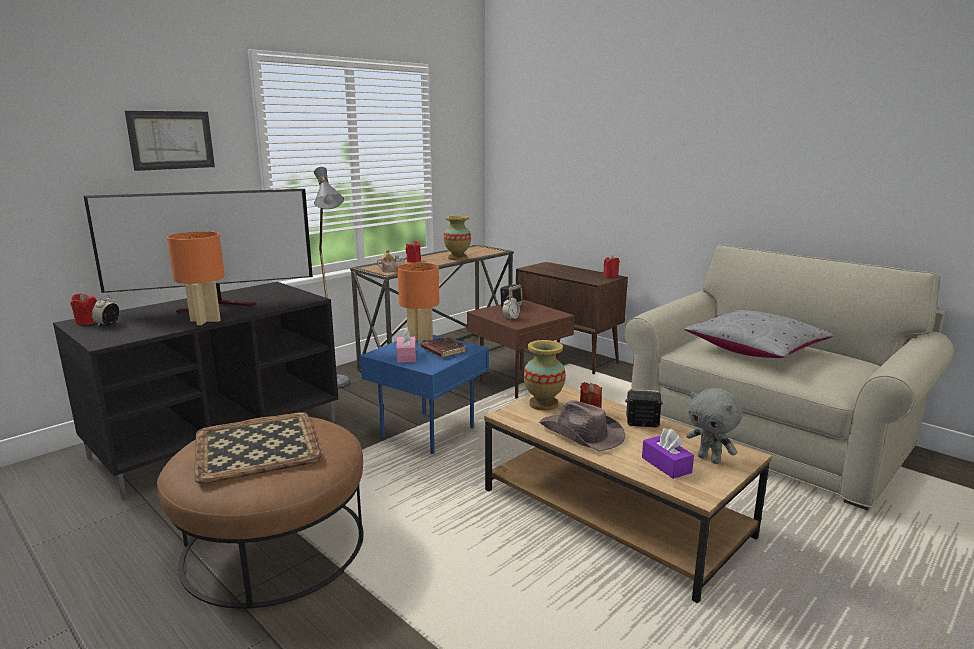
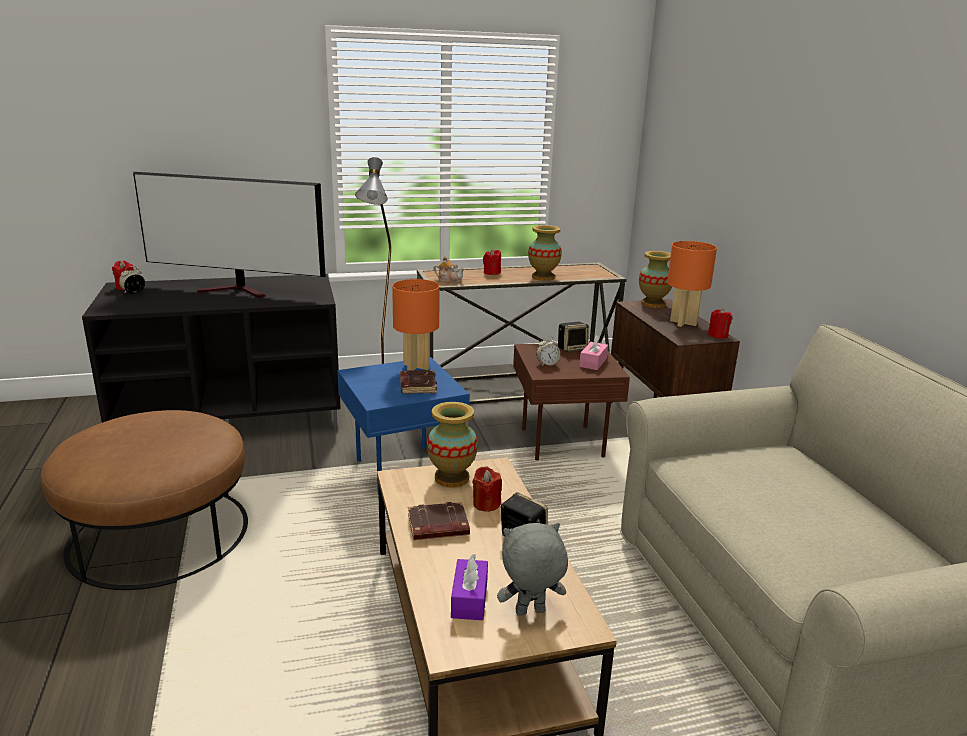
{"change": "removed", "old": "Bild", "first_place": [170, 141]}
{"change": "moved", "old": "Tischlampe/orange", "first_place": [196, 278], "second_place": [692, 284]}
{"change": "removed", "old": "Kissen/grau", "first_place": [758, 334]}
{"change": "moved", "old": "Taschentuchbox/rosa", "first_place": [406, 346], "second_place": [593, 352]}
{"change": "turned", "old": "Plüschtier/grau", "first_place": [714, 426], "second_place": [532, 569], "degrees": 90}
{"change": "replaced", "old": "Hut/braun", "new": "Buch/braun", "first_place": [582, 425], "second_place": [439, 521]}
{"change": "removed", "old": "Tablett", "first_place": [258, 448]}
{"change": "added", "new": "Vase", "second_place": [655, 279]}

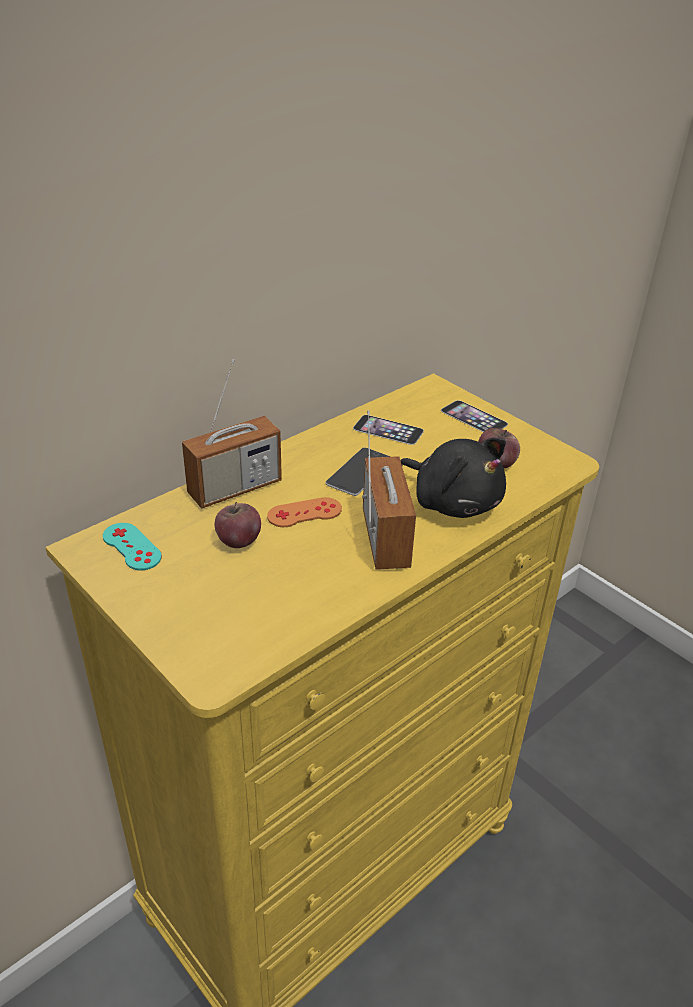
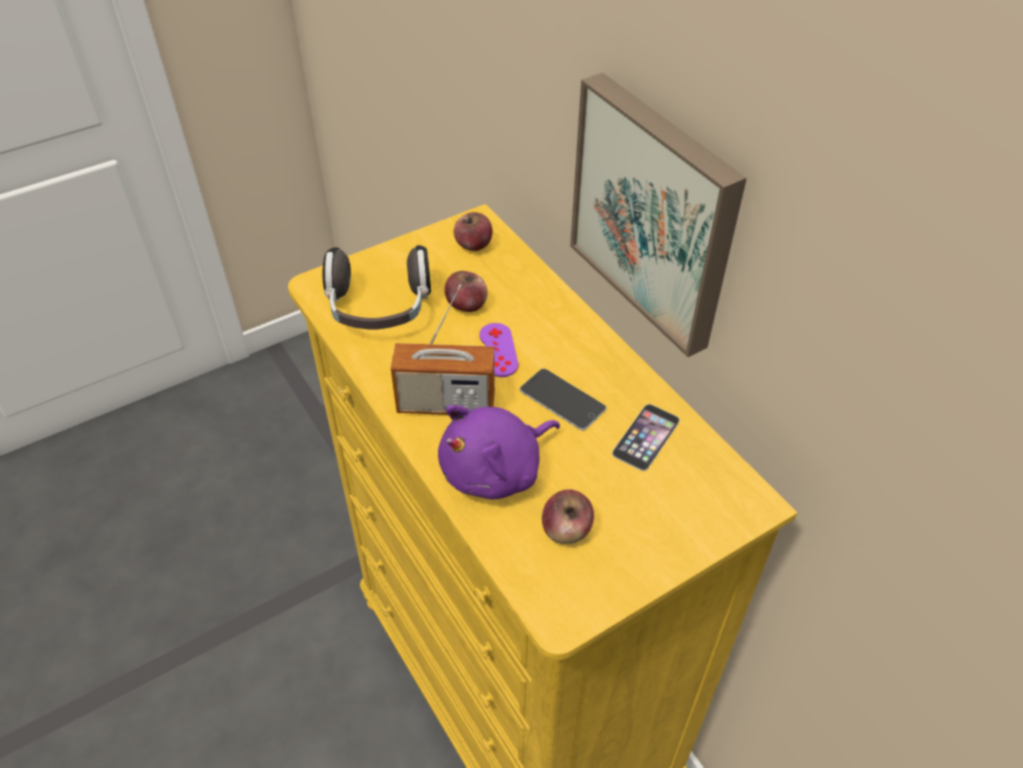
{"change": "removed", "old": "Radio", "first_place": [232, 433]}
{"change": "removed", "old": "Handy", "first_place": [474, 416]}
{"change": "recoloured", "old": "Plüschtier/schwarz", "new": "Plüschtier/lila", "first_place": [453, 477], "second_place": [499, 452]}
{"change": "recoloured", "old": "Gamepad/orange", "new": "Gamepad/lila", "first_place": [304, 512], "second_place": [498, 350]}
{"change": "replaced", "old": "Gamepad/türkis", "new": "Apfel", "first_place": [132, 547], "second_place": [473, 231]}
{"change": "added", "new": "Bild", "second_place": [658, 215]}
{"change": "added", "new": "Kopfhörer", "second_place": [377, 287]}

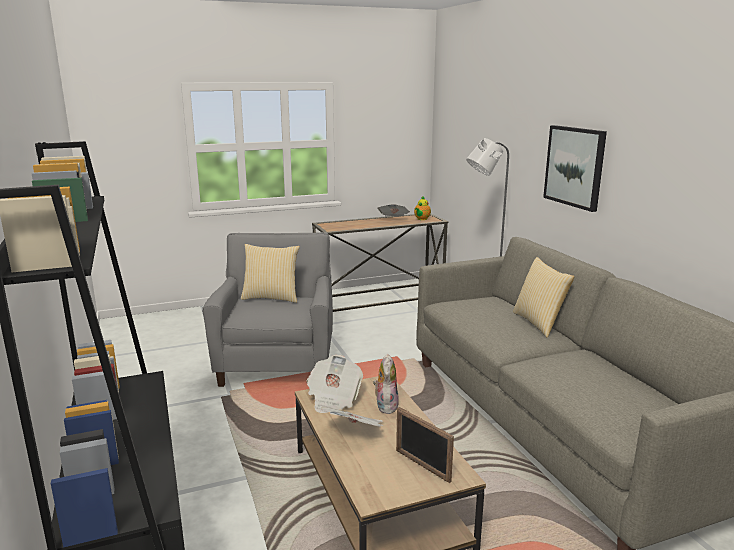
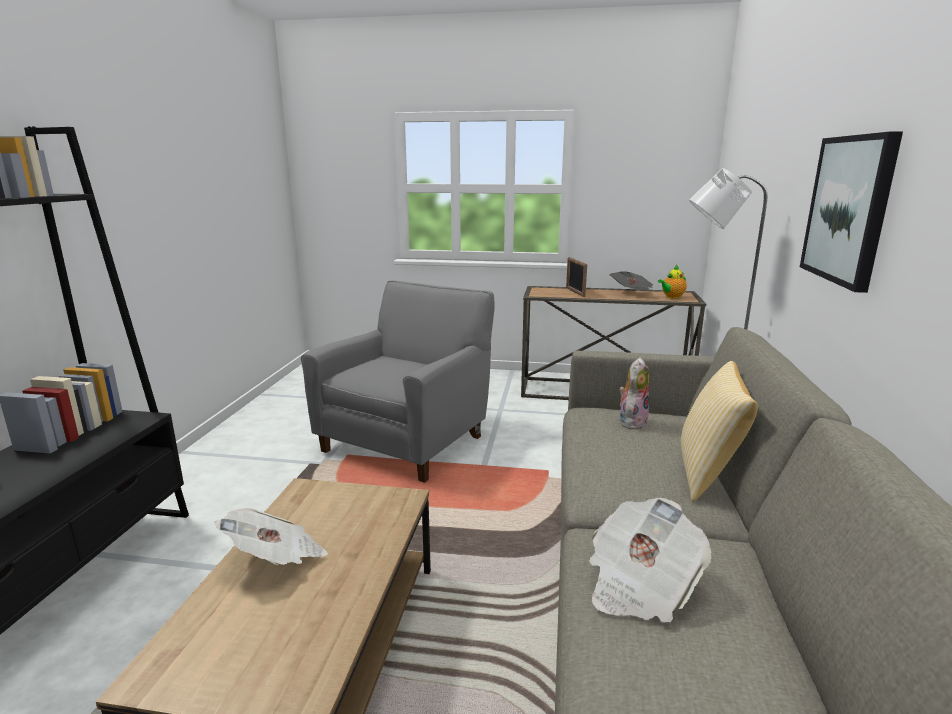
{"change": "removed", "old": "Kissen", "first_place": [270, 273]}
{"change": "moved", "old": "Plüschtier", "first_place": [386, 384], "second_place": [634, 393]}
{"change": "moved", "old": "Zeitung", "first_place": [335, 384], "second_place": [650, 560]}
{"change": "moved", "old": "Bilderrahmen", "first_place": [425, 445], "second_place": [576, 277]}

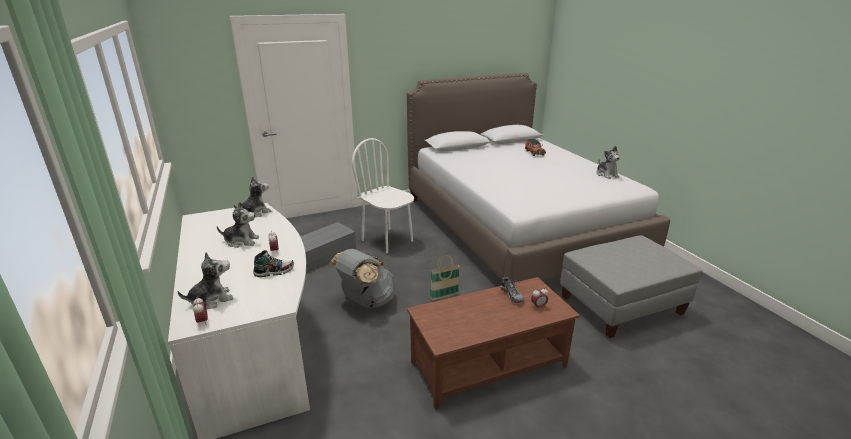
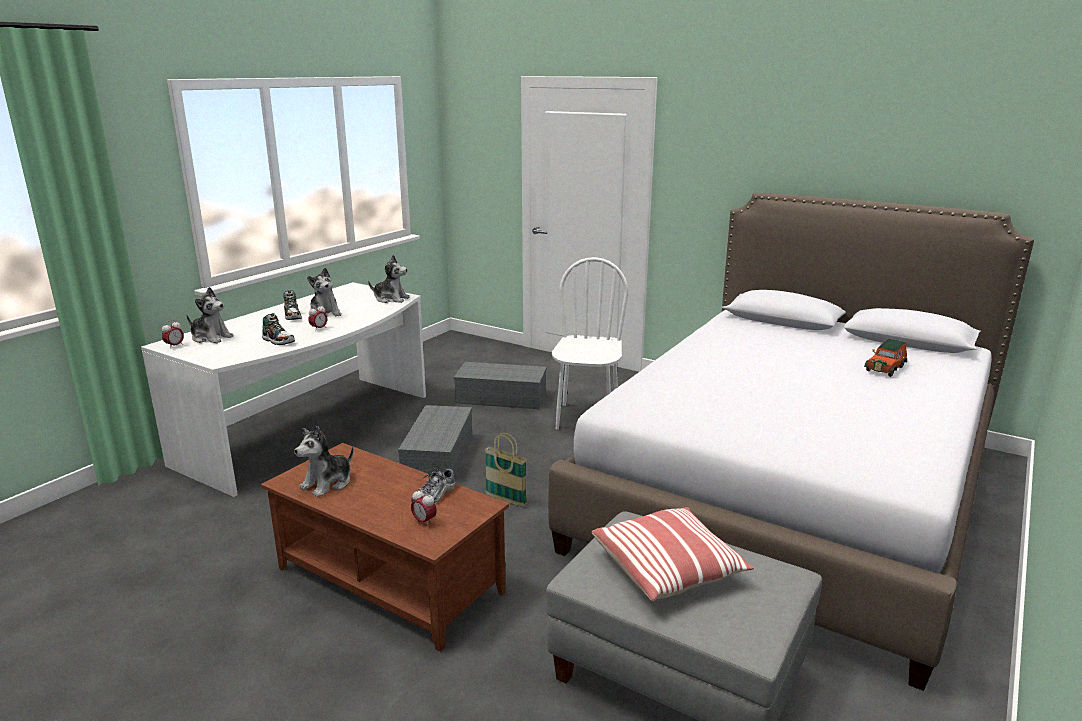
{"change": "moved", "old": "Plüschtier", "first_place": [608, 162], "second_place": [324, 461]}
{"change": "replaced", "old": "Rucksack/grau", "new": "Aufbewahrungsbox/grau", "first_place": [362, 278], "second_place": [435, 441]}
{"change": "added", "new": "Schuh", "second_place": [292, 305]}
{"change": "added", "new": "Kissen", "second_place": [673, 554]}

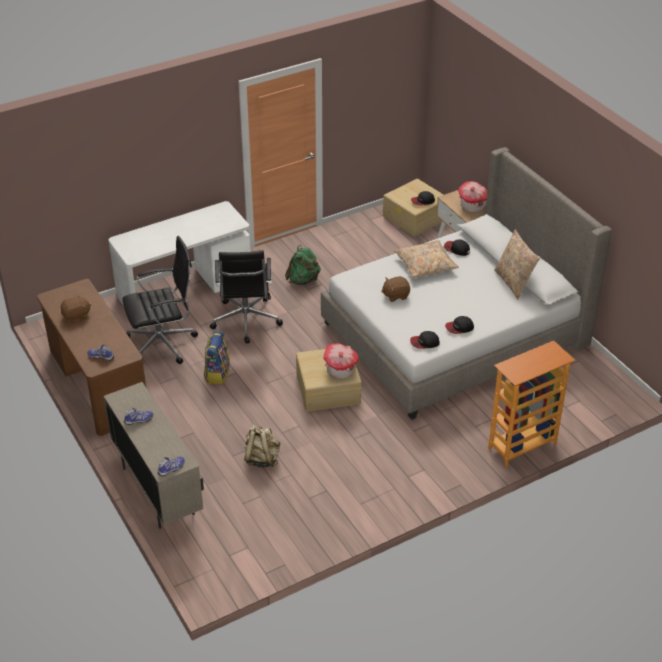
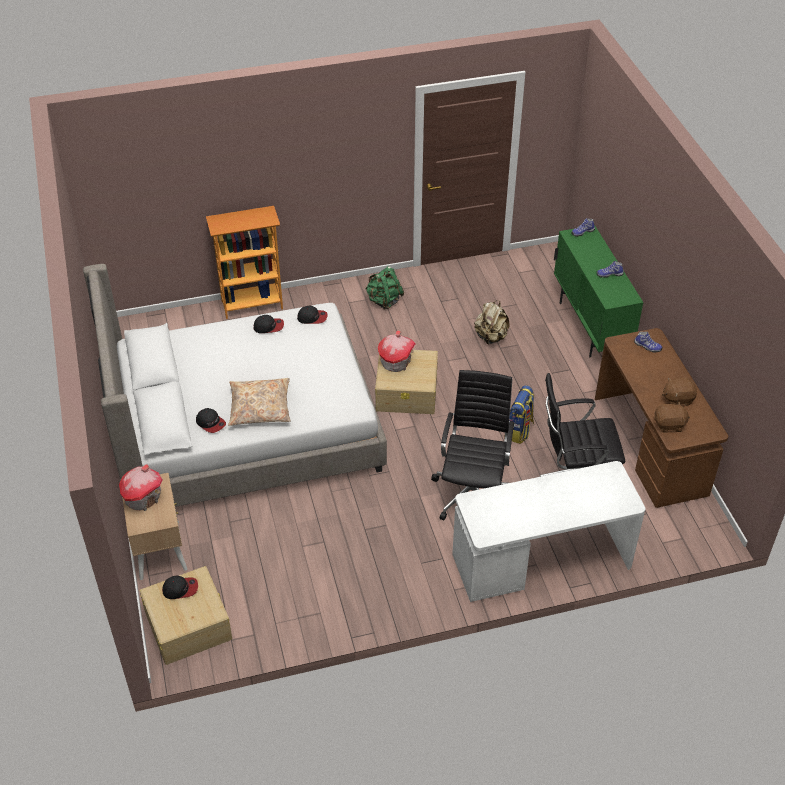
{"change": "removed", "old": "Kissen/beige", "first_place": [517, 265]}
{"change": "moved", "old": "Rucksack/grün", "first_place": [303, 265], "second_place": [384, 288]}
{"change": "moved", "old": "Plüschtier/braun", "first_place": [395, 289], "second_place": [672, 417]}
{"change": "recoloured", "old": "Schrank/beige", "new": "Schrank/grün", "first_place": [154, 455], "second_place": [599, 291]}

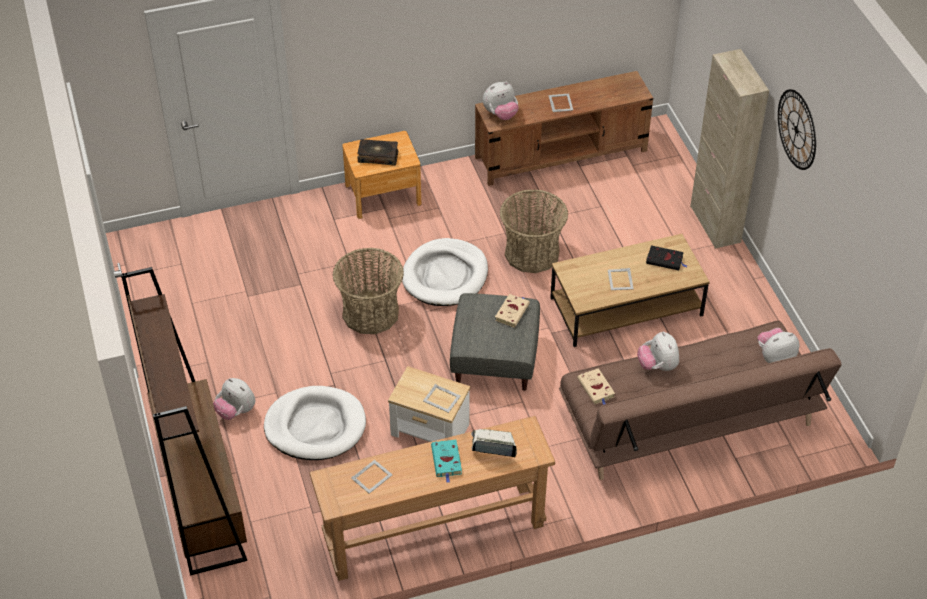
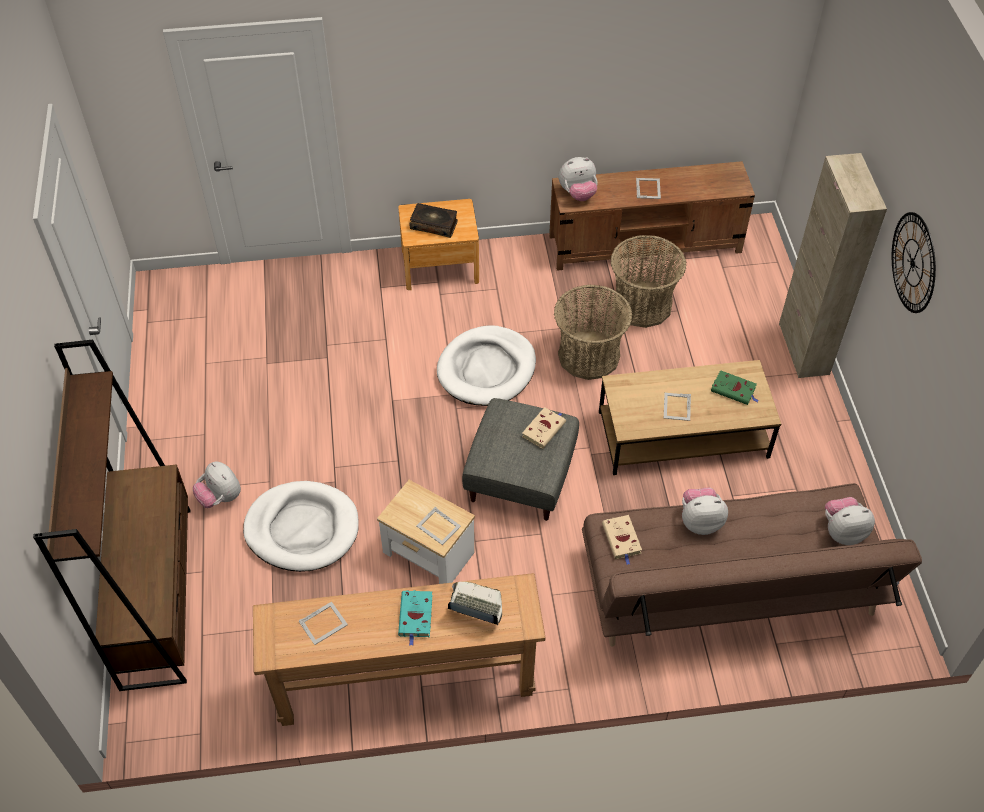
{"change": "recoloured", "old": "Buch/schwarz", "new": "Buch/grün", "first_place": [667, 257], "second_place": [735, 387]}
{"change": "moved", "old": "Korb", "first_place": [368, 291], "second_place": [648, 281]}
{"change": "turned", "old": "Plüschtier", "first_place": [658, 351], "second_place": [705, 511], "degrees": 90}

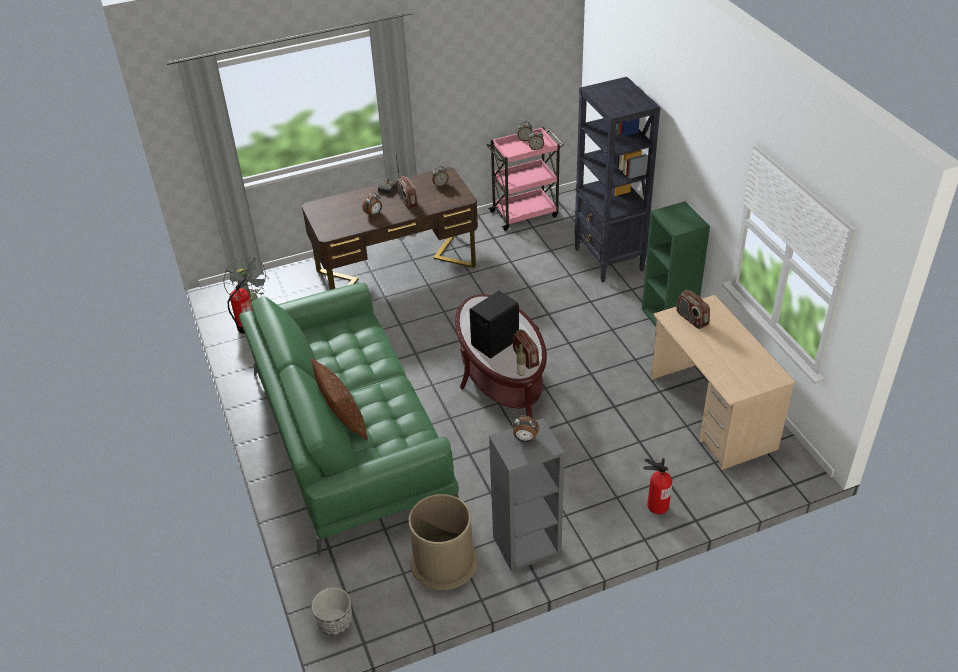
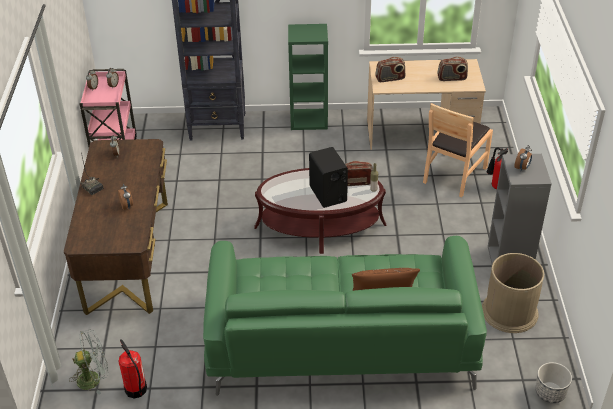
{"change": "moved", "old": "Radio", "first_place": [407, 193], "second_place": [452, 69]}
{"change": "added", "new": "Stuhl/braun", "second_place": [458, 150]}

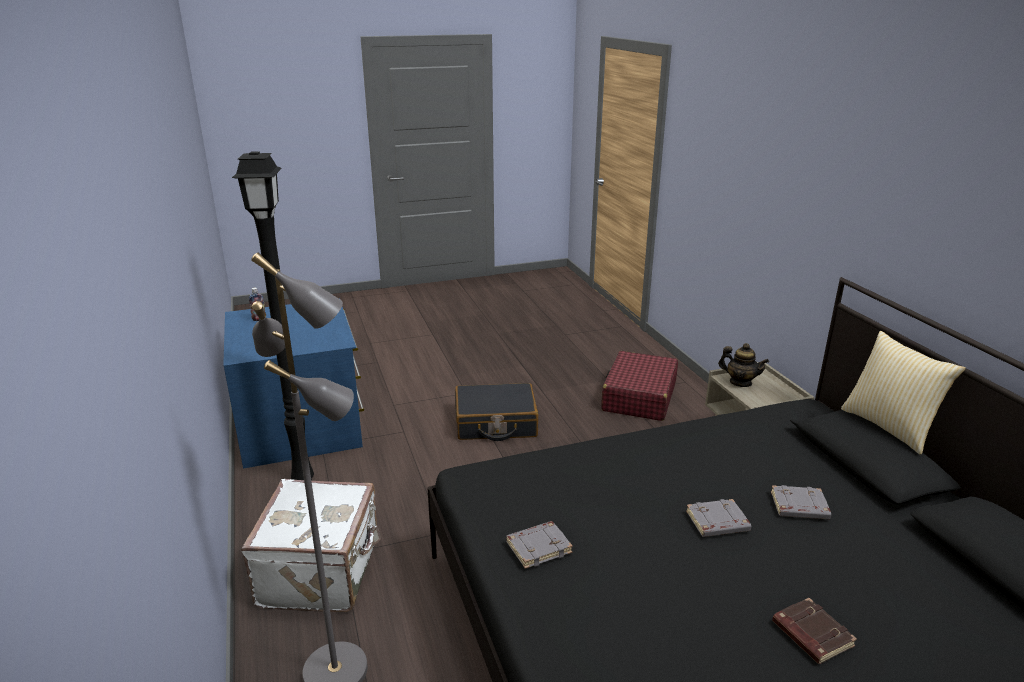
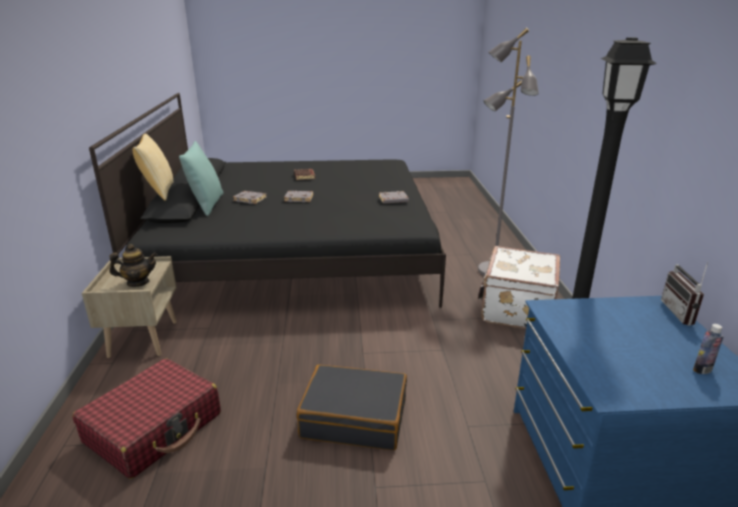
{"change": "turned", "old": "Teekanne", "first_place": [743, 365], "second_place": [133, 265], "degrees": 120}
{"change": "added", "new": "Kissen/türkis", "second_place": [201, 178]}
{"change": "added", "new": "Radio", "second_place": [684, 293]}

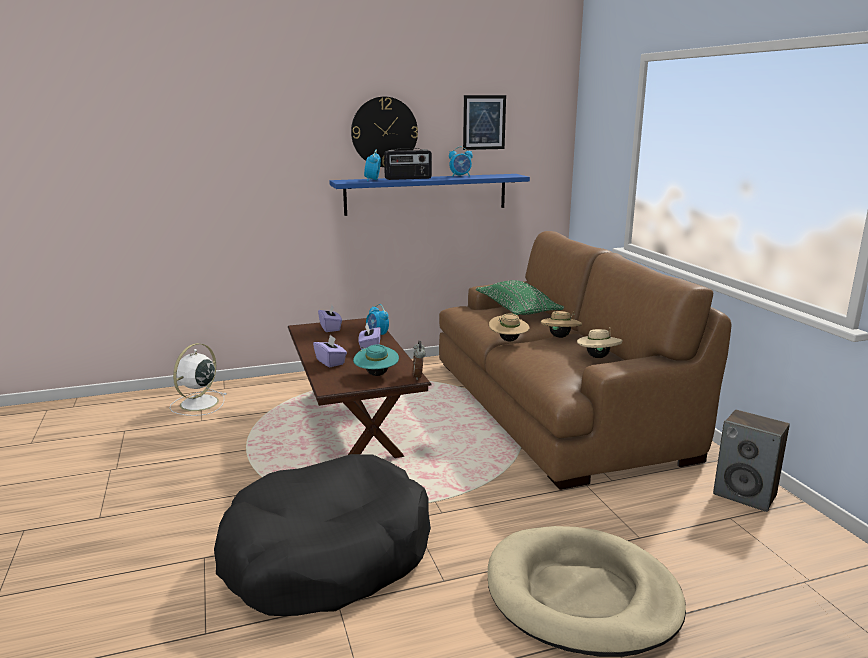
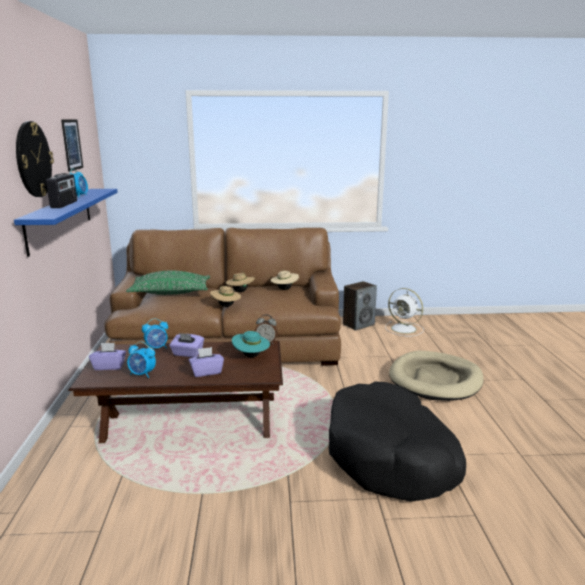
{"change": "moved", "old": "Wecker", "first_place": [372, 166], "second_place": [141, 360]}
{"change": "moved", "old": "Ventilator/weiß", "first_place": [198, 379], "second_place": [404, 312]}

